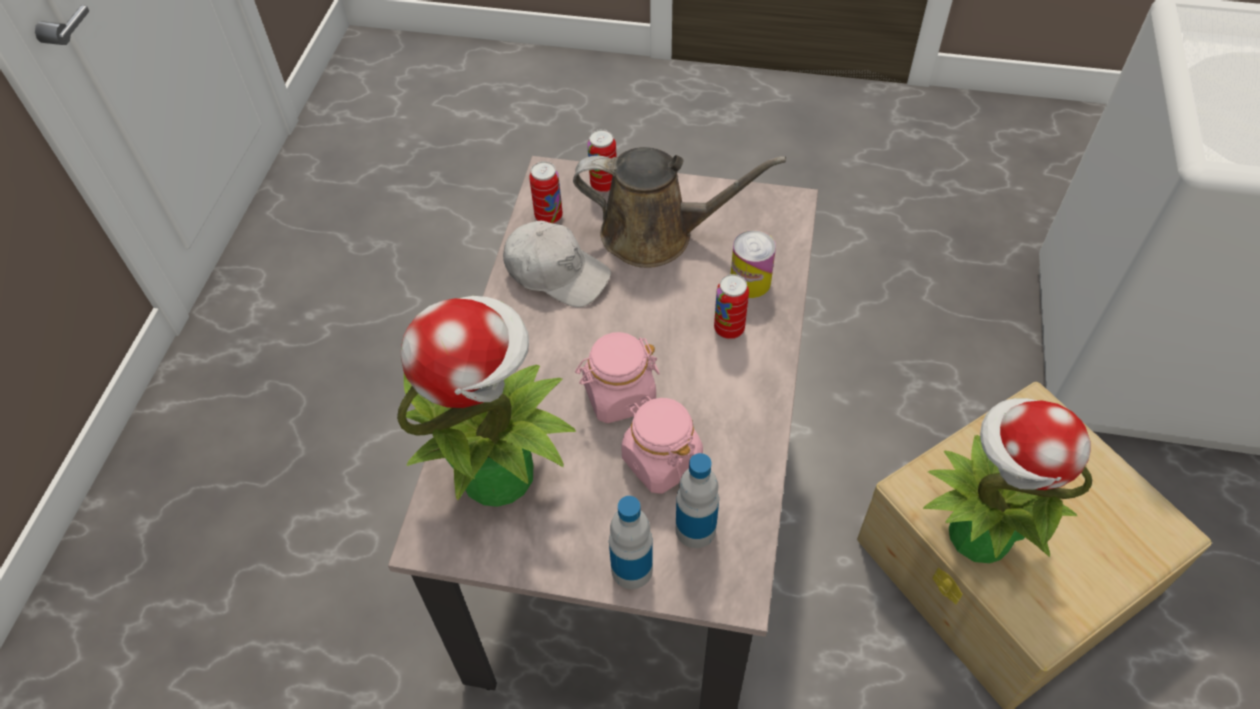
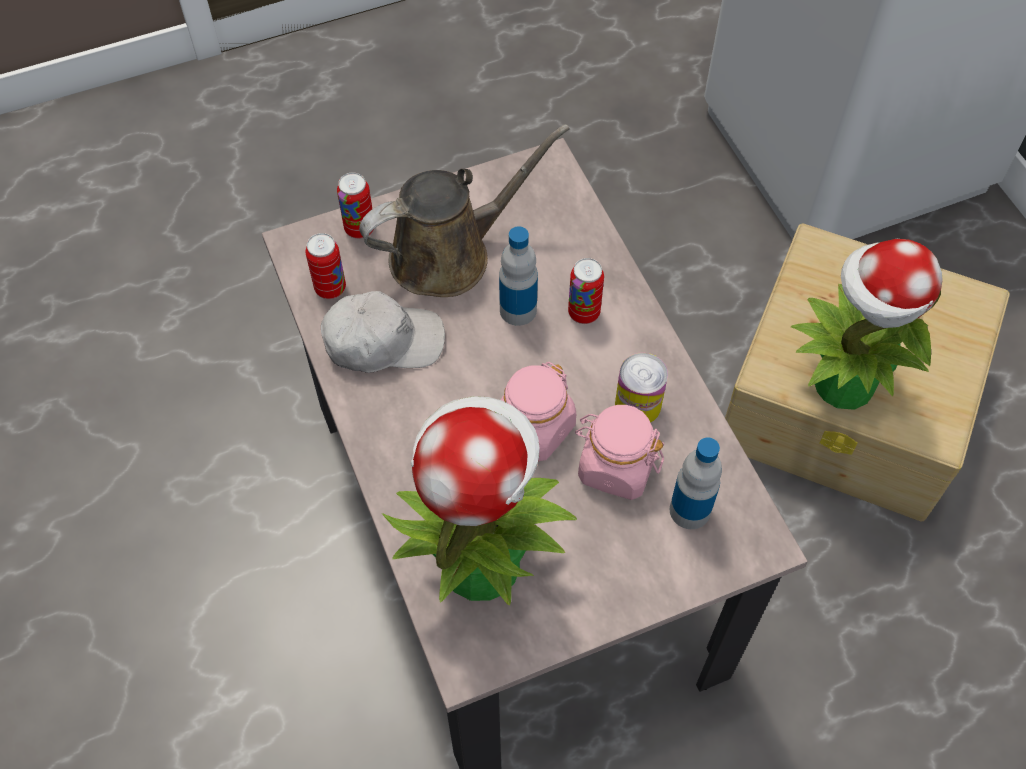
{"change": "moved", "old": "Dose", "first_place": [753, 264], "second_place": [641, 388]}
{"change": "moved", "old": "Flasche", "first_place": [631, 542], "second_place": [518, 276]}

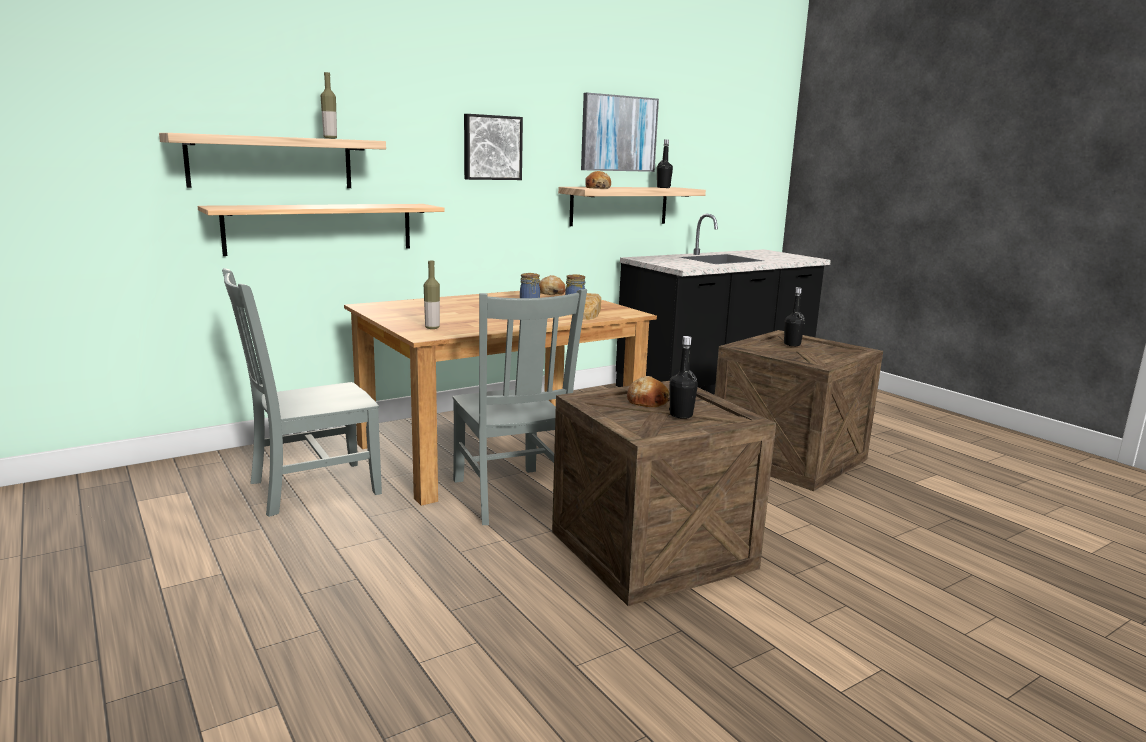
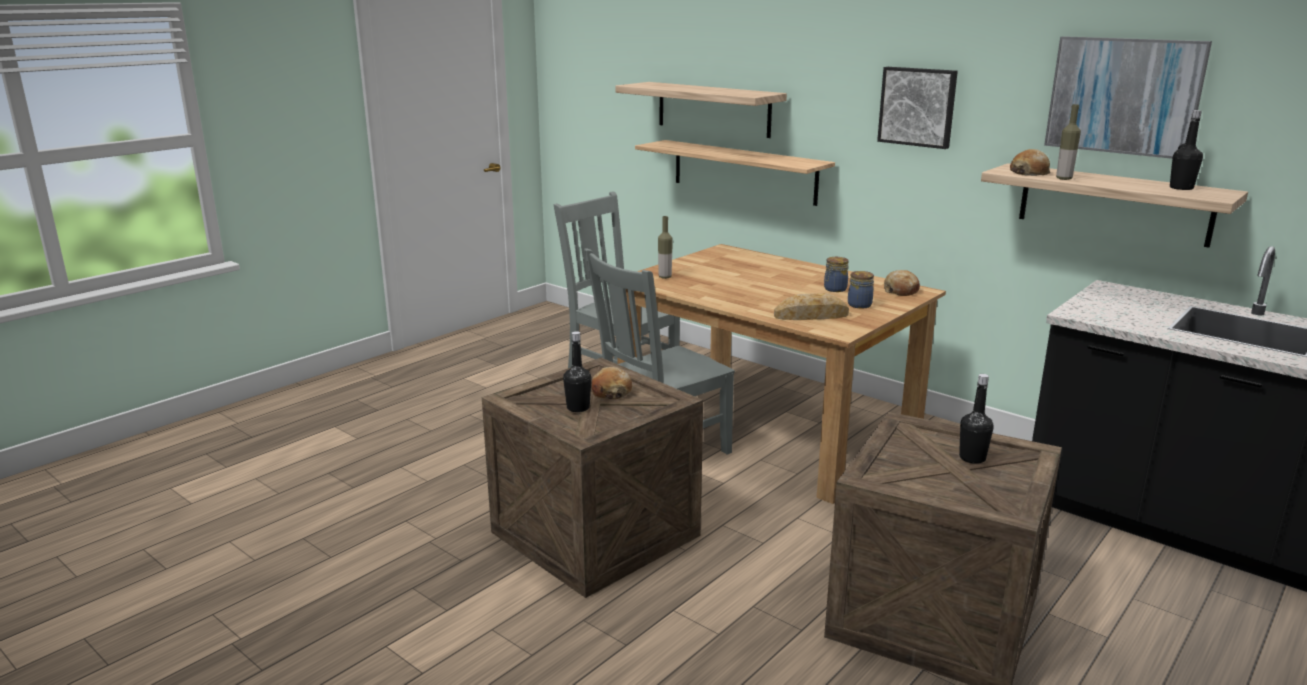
{"change": "moved", "old": "Flasche", "first_place": [329, 105], "second_place": [1068, 142]}

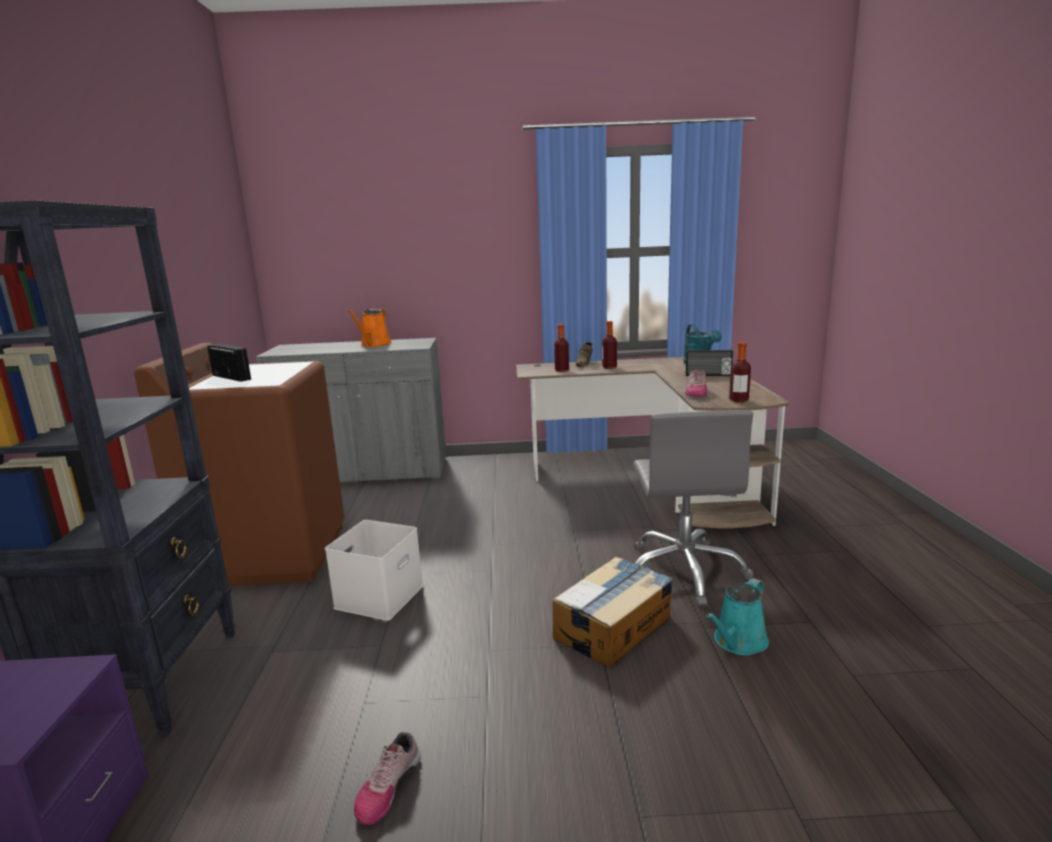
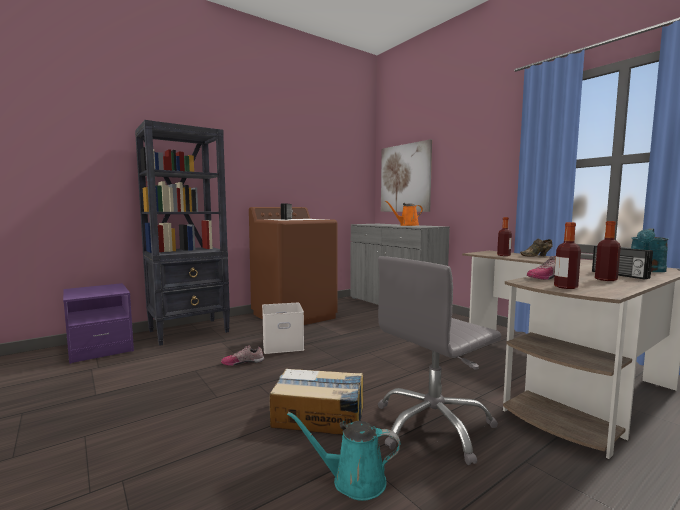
{"change": "moved", "old": "Flasche", "first_place": [609, 345], "second_place": [608, 251]}
{"change": "moved", "old": "Schuh", "first_place": [387, 778], "second_place": [242, 356]}
{"change": "added", "new": "Bild", "second_place": [406, 175]}

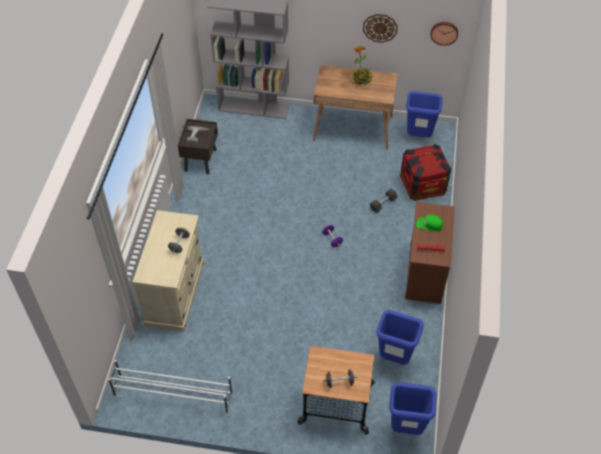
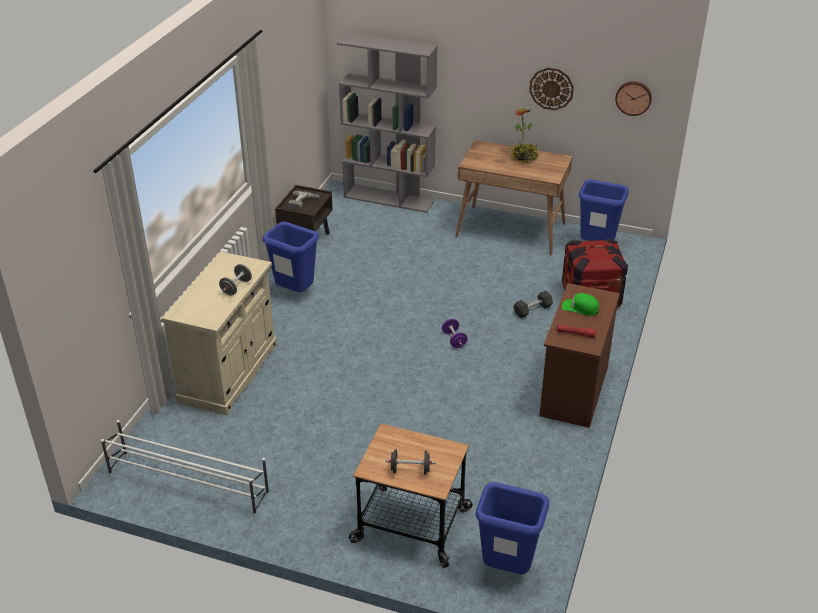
{"change": "moved", "old": "Mülleimer/blau", "first_place": [400, 337], "second_place": [291, 257]}

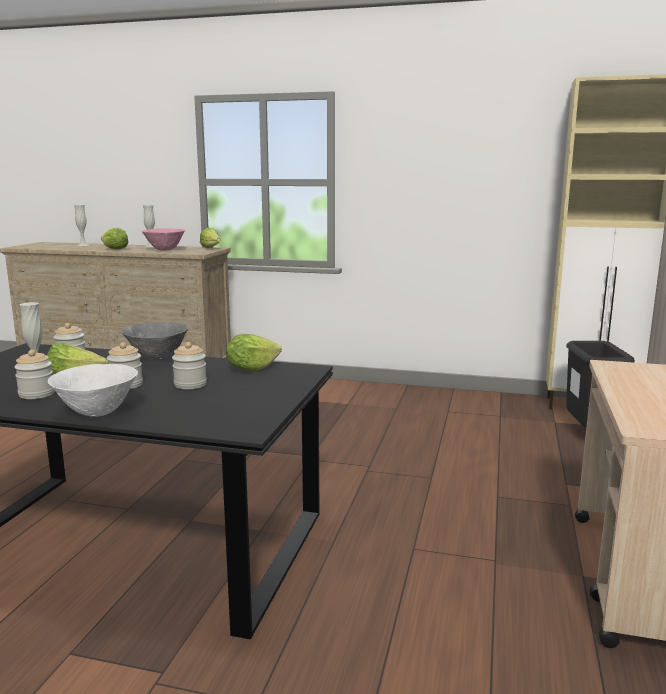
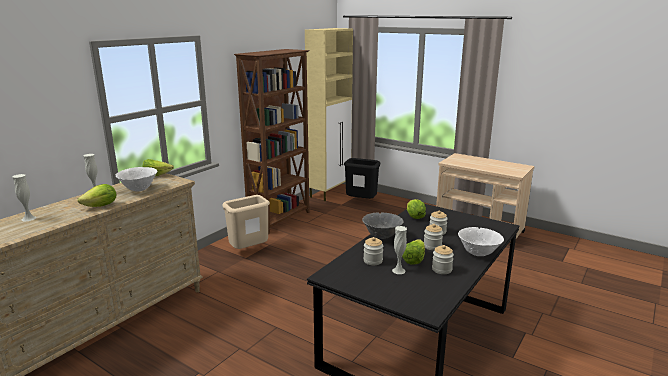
{"change": "recoloured", "old": "Schüssel/rosa", "new": "Schüssel/weiß", "first_place": [163, 239], "second_place": [136, 179]}
{"change": "added", "new": "Bücherregal/braun", "second_place": [272, 141]}
{"change": "added", "new": "Mülleimer/beige", "second_place": [246, 222]}

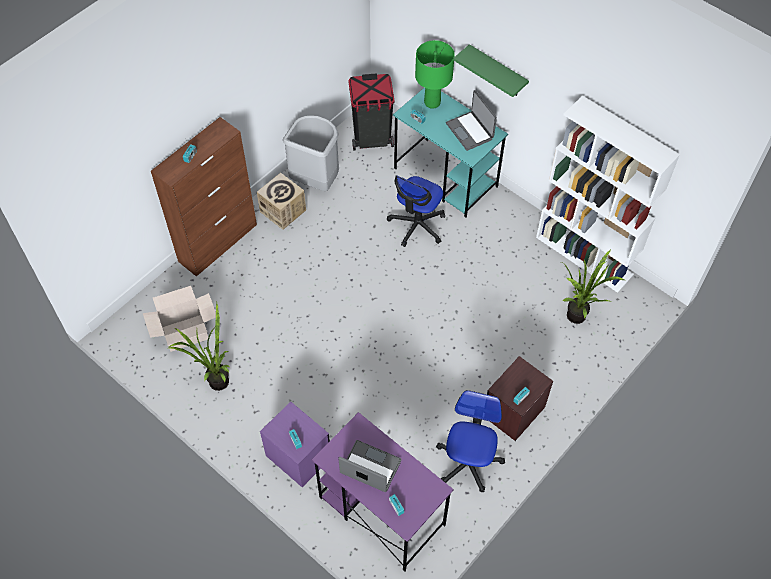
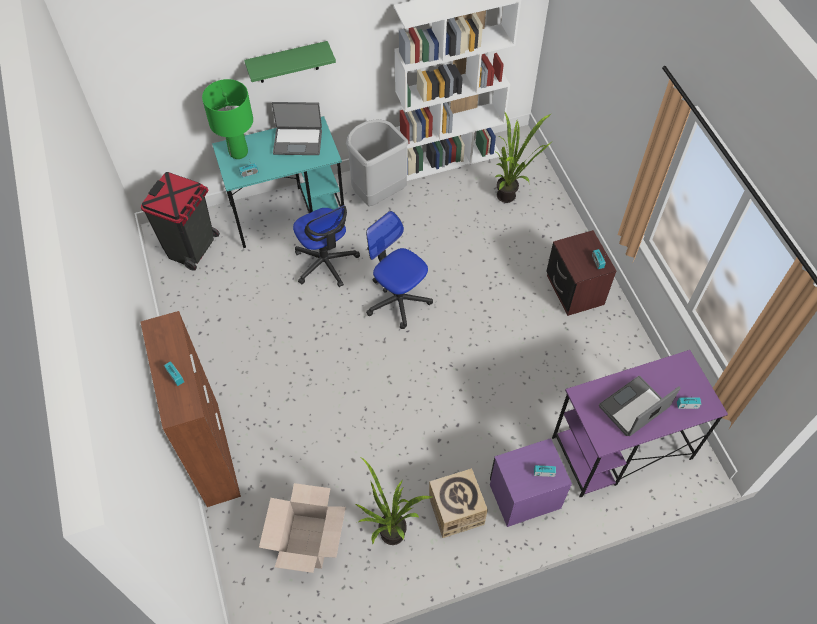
{"change": "moved", "old": "Mülleimer/grau", "first_place": [311, 153], "second_place": [377, 162]}
{"change": "moved", "old": "Karton", "first_place": [281, 201], "second_place": [458, 503]}
{"change": "moved", "old": "Bürostuhl", "first_place": [470, 441], "second_place": [399, 270]}

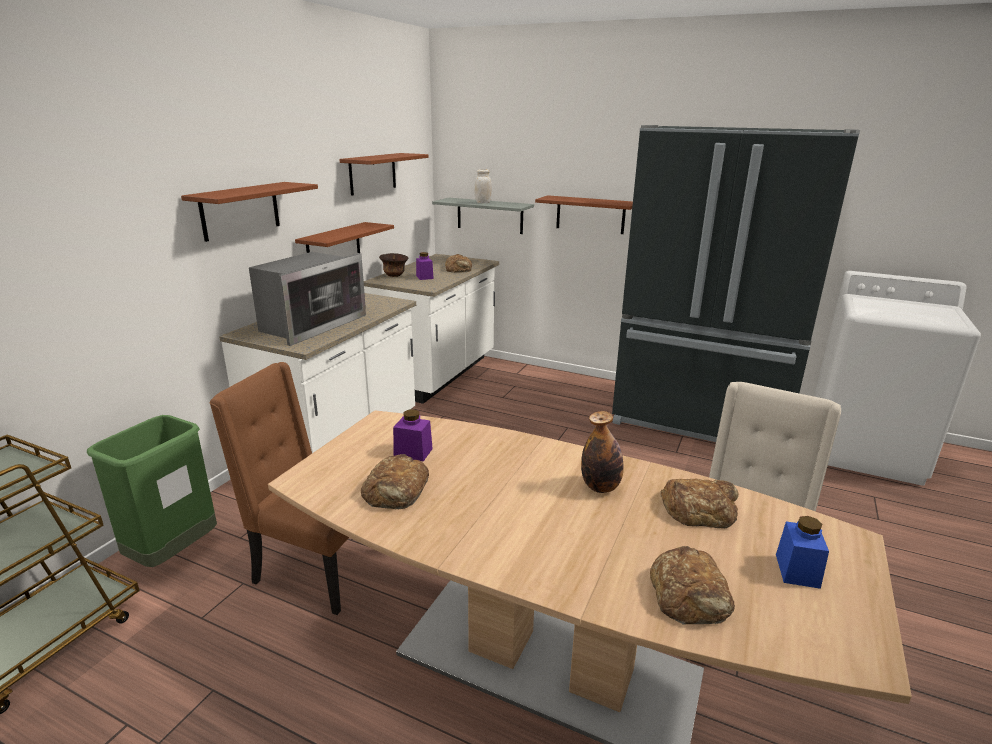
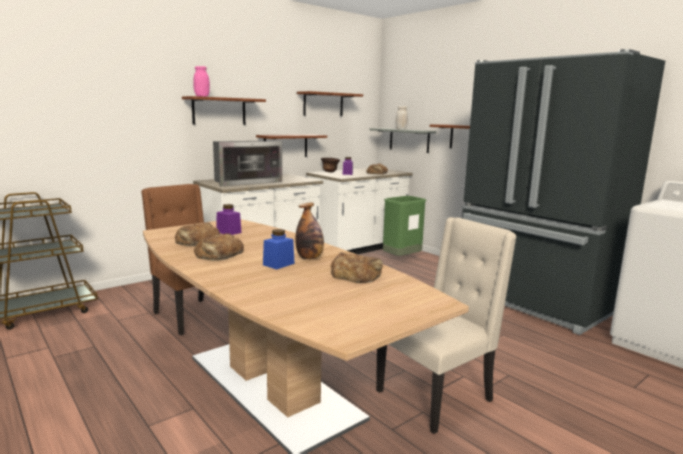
{"change": "moved", "old": "Mülleimer/grün", "first_place": [152, 491], "second_place": [404, 226]}
{"change": "moved", "old": "Vorratsglas/blau", "first_place": [802, 552], "second_place": [279, 249]}
{"change": "moved", "old": "Brot", "first_place": [692, 585], "second_place": [219, 247]}
{"change": "added", "new": "Vorratsglas/rosa", "second_place": [201, 81]}

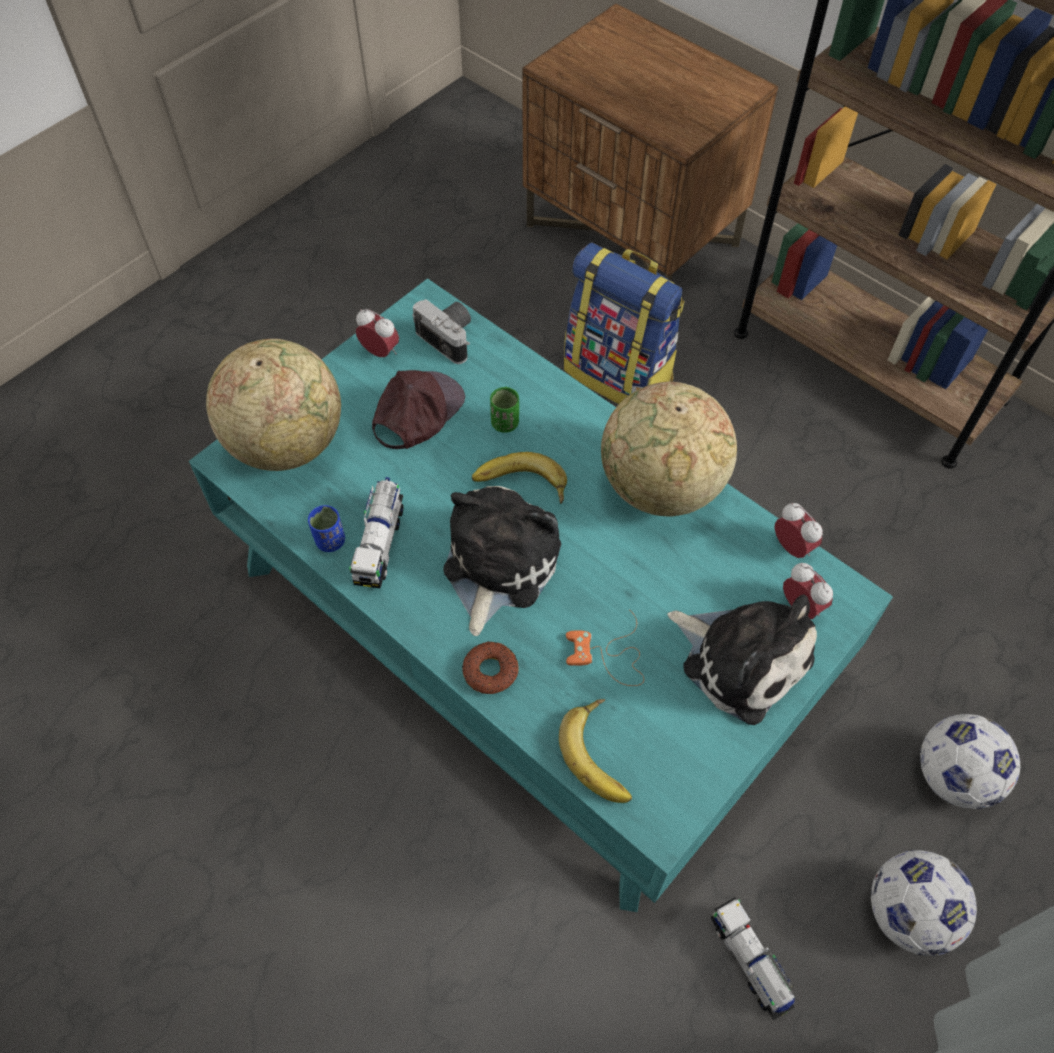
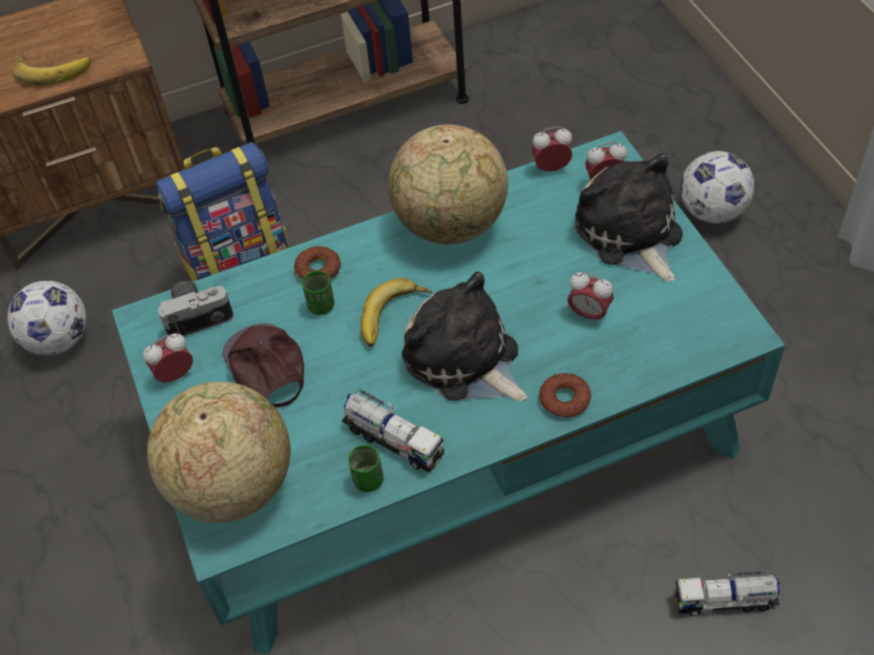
{"change": "recoloured", "old": "Tasse/blau", "new": "Tasse/grün", "first_place": [326, 528], "second_place": [366, 468]}
{"change": "turned", "old": "Plüschtier", "first_place": [742, 659], "second_place": [628, 217], "degrees": -90}
{"change": "replaced", "old": "Gamepad/orange", "new": "Wecker", "first_place": [605, 648], "second_place": [590, 298]}
{"change": "moved", "old": "Banane", "first_place": [595, 751], "second_place": [52, 68]}
{"change": "moved", "old": "Fußball", "first_place": [924, 903], "second_place": [46, 318]}
{"change": "moved", "old": "Spielzeuglaster", "first_place": [753, 959], "second_place": [727, 593]}
{"change": "added", "new": "Donut", "second_place": [317, 263]}

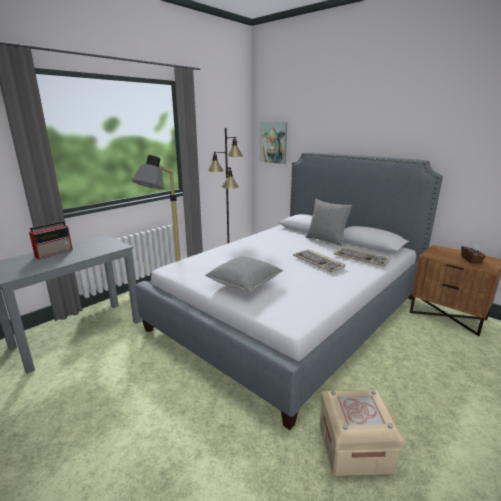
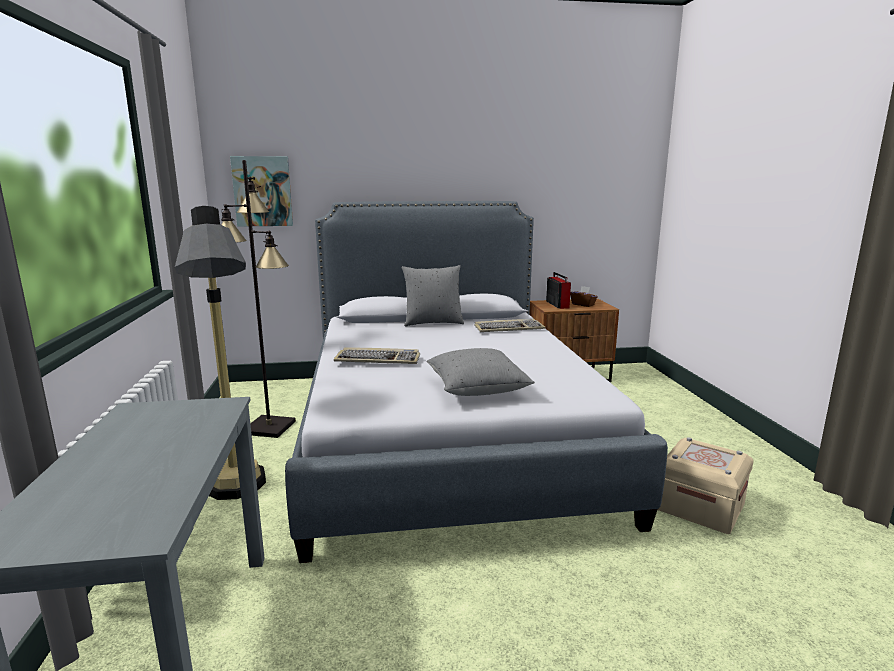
{"change": "moved", "old": "Radio", "first_place": [51, 240], "second_place": [558, 290]}
{"change": "moved", "old": "Tastatur", "first_place": [319, 261], "second_place": [377, 355]}

